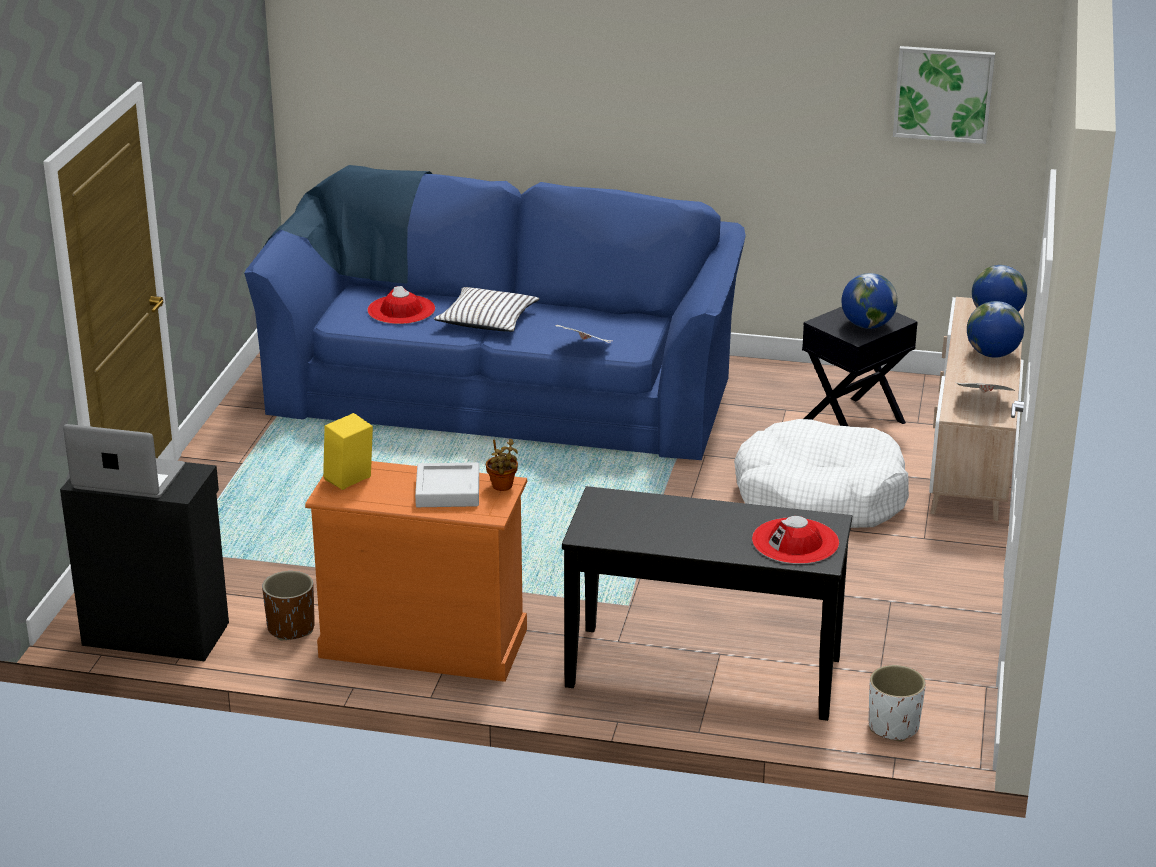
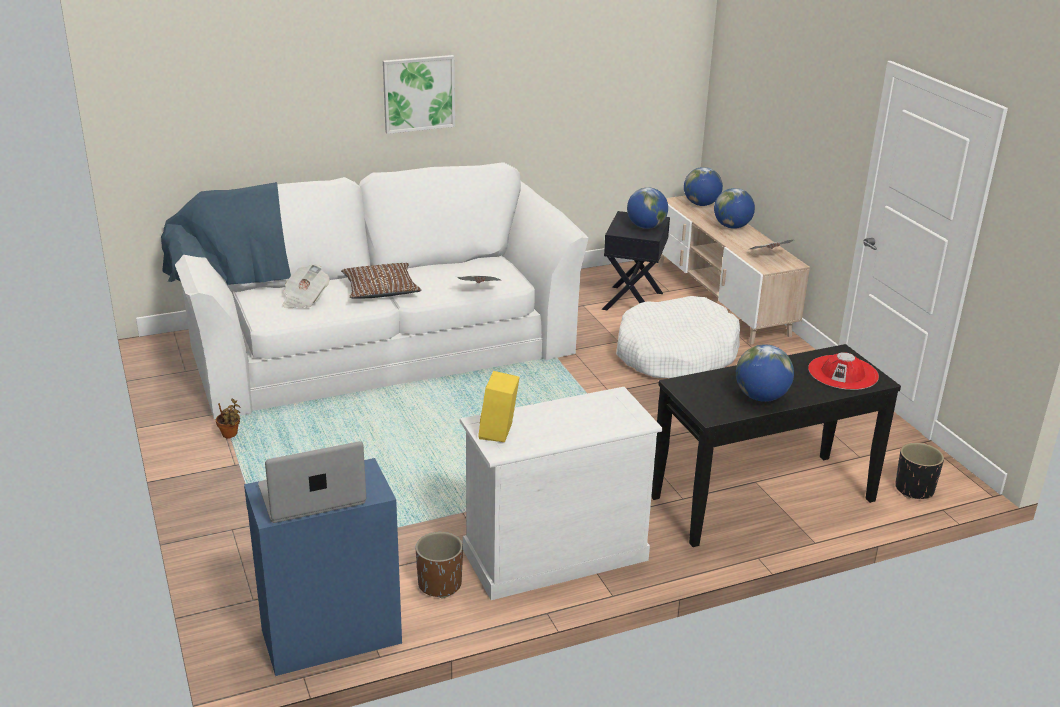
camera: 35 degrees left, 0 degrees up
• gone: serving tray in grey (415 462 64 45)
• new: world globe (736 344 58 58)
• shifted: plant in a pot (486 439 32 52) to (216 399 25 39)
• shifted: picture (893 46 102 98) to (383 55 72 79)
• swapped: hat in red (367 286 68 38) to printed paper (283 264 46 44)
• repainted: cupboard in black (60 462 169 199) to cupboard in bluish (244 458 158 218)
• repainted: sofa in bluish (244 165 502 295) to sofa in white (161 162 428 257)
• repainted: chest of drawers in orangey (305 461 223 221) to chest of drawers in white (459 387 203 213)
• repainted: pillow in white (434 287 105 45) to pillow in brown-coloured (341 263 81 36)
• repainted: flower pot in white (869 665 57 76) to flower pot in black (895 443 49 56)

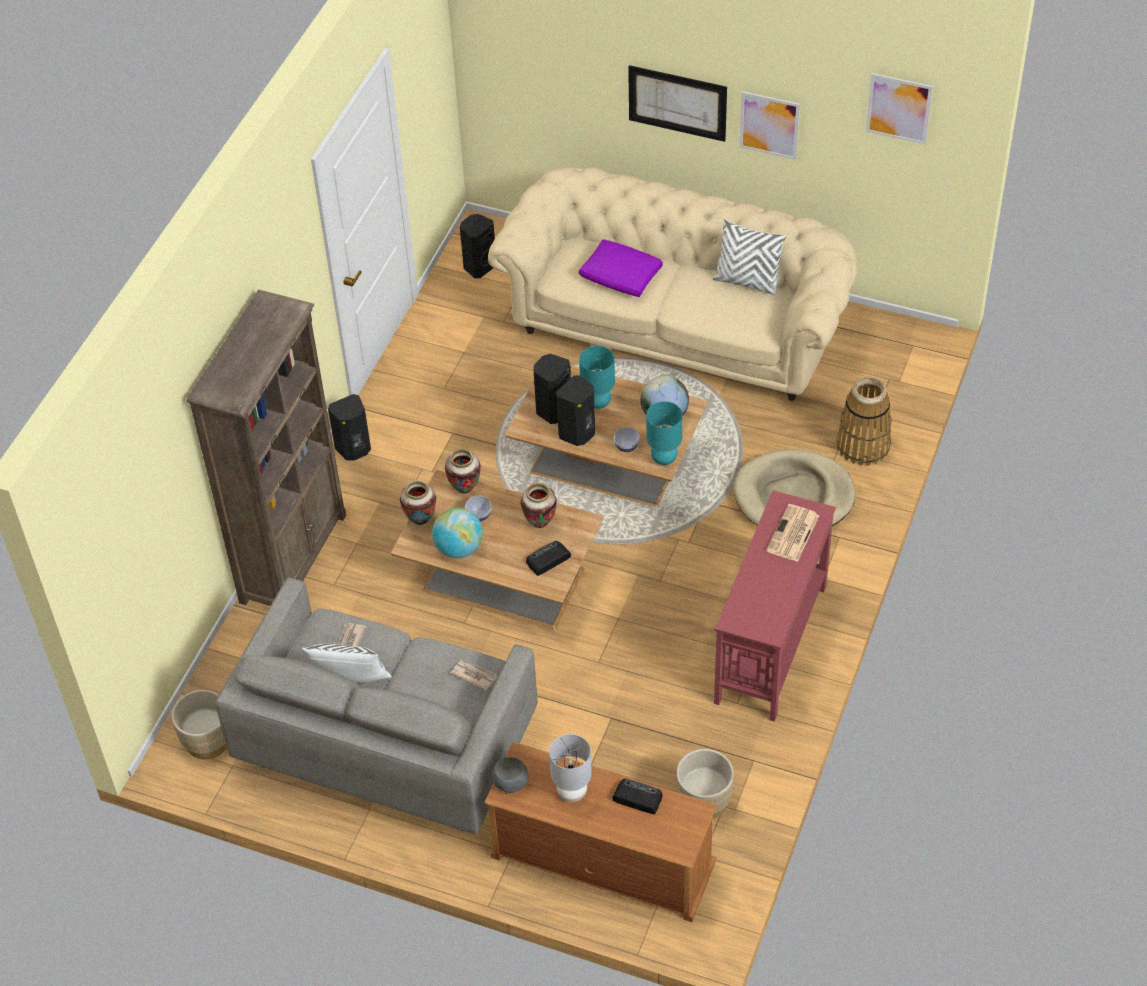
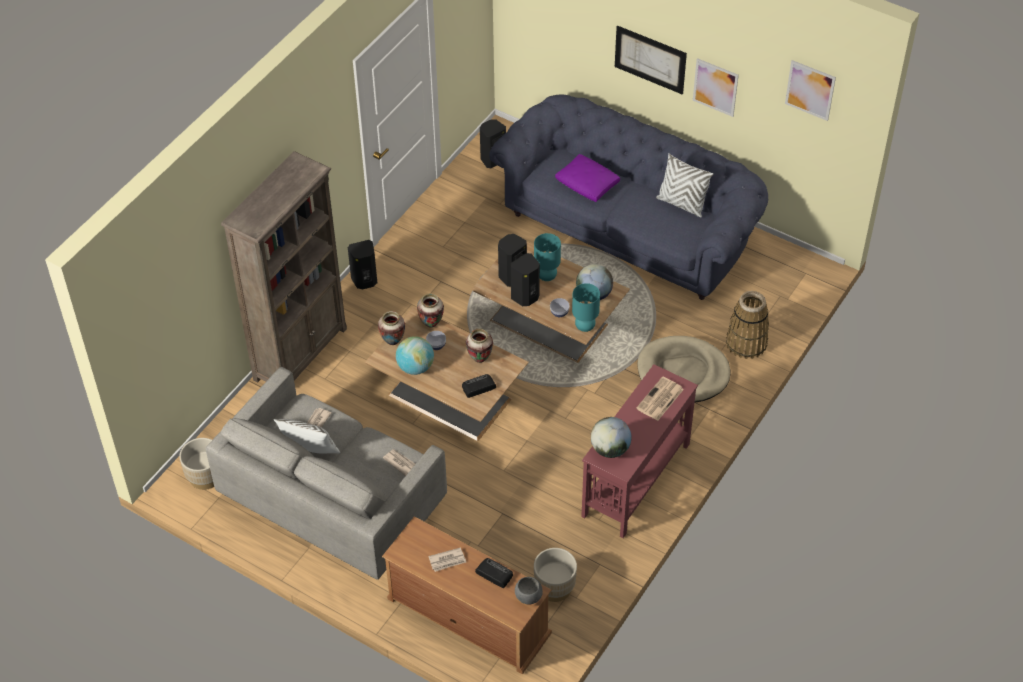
camera: 10 degrees right, 0 degrees up
• new: world globe (590 417 42 41)
• shifted: serving bowl in grey (492 757 36 36) to (515 577 28 27)
• swapped: tabletop lamp in grey (549 734 43 68) to printed paper (428 548 38 24)
• repainted: sofa in beige-coloured (488 167 369 234) to sofa in bluish (489 95 279 205)

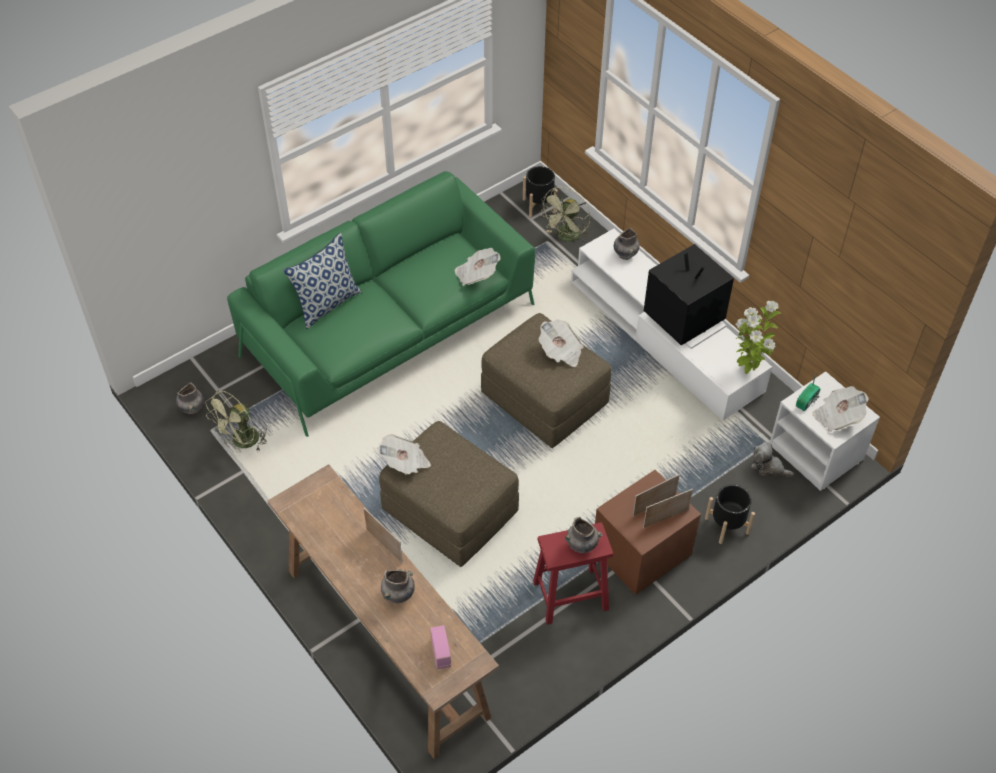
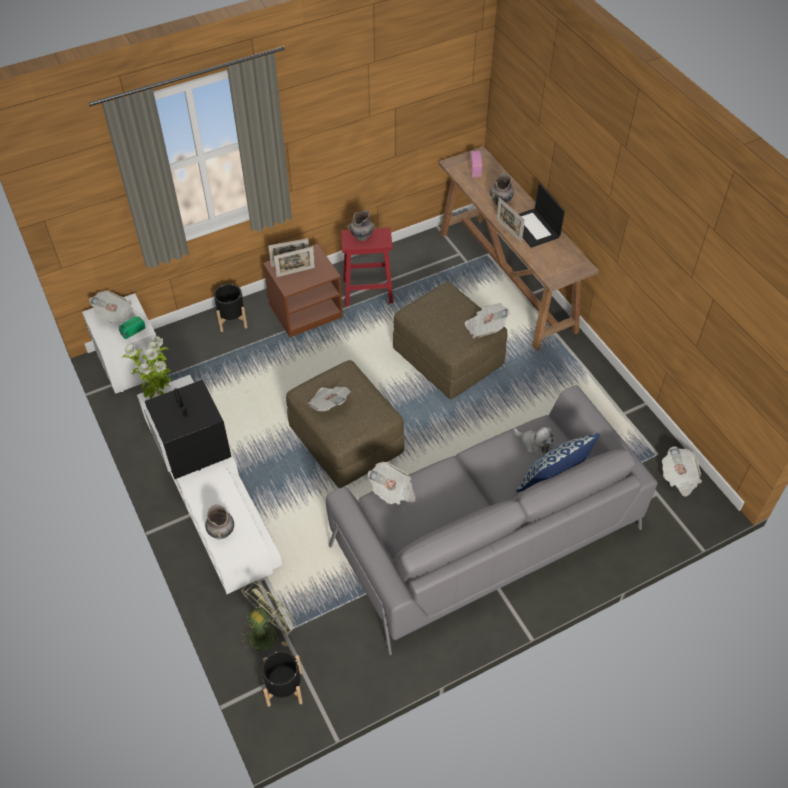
camera: 170 degrees left, 0 degrees up
• gone: fan in green-coloured (206 391 61 61)
• new: notebook computer (519 184 46 64)
• shifted: plush toy (751 442 43 35) to (513 427 41 28)
• swapped: flower vase in grey (176 382 28 32) to printed paper (662 446 40 51)
• repainted: sofa in green-coloured (227 171 308 266) to sofa in grey (326 385 332 270)

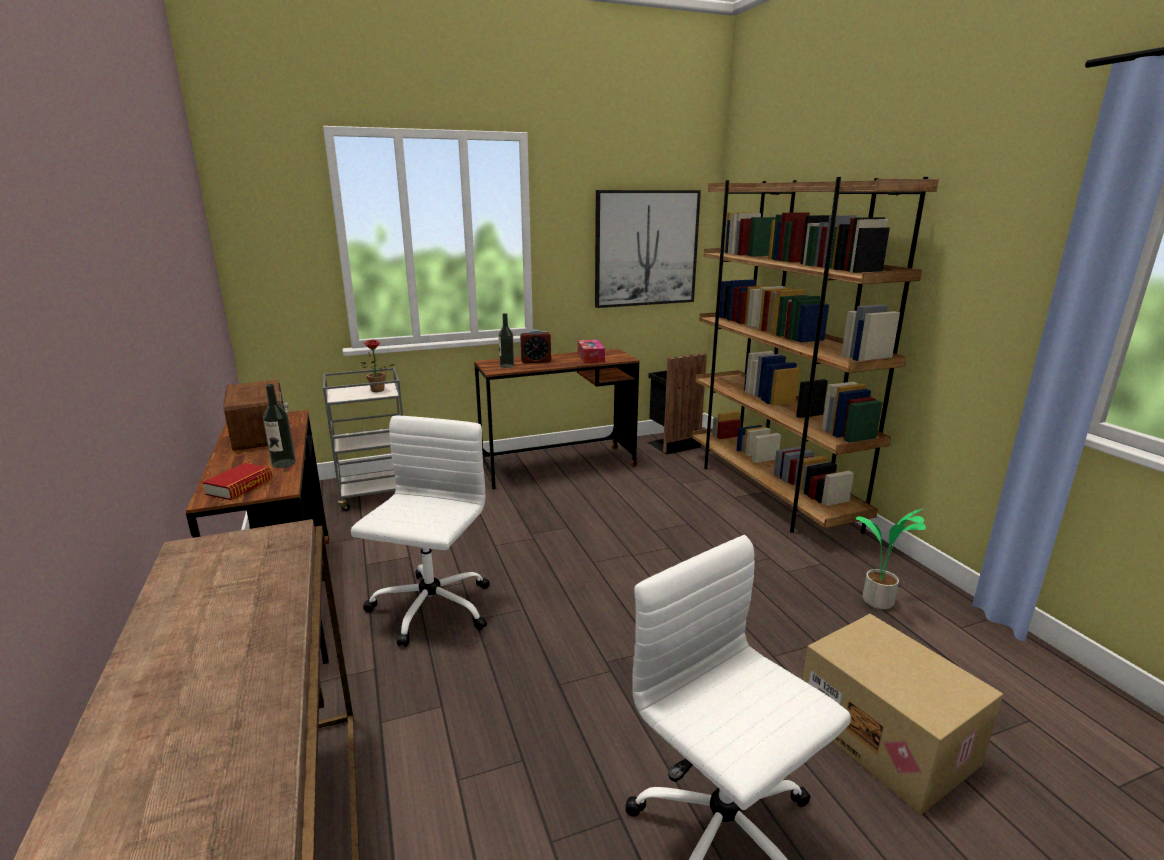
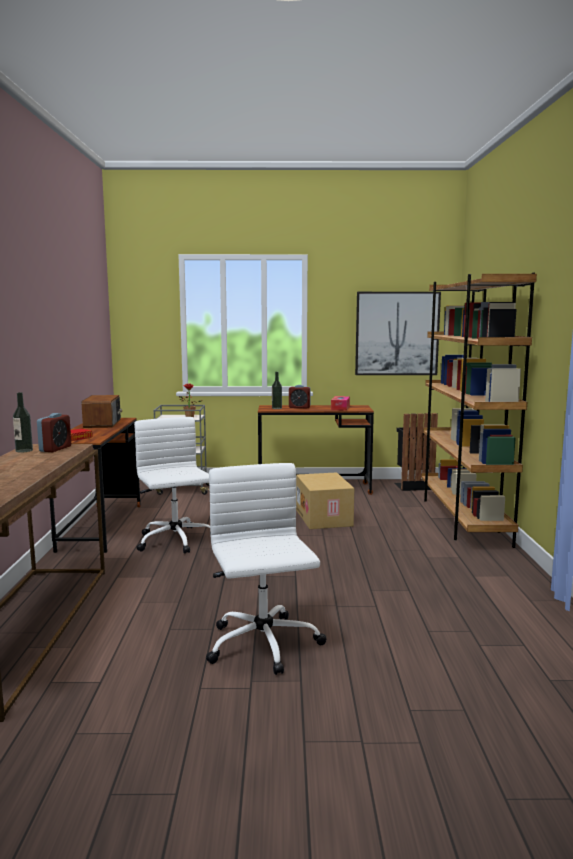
camera: 20 degrees right, 10 degrees down
• gone: plant in a pot (856 509 70 100)
• new: bedside clock (37 413 34 39)
• shifted: bottle (263 384 33 84) to (13 392 20 61)
• shifted: packing box (803 614 200 201) to (296 472 58 57)
• rotated: office chair in white (351 416 139 231) = (134 417 76 137) 60 degrees counterclockwise

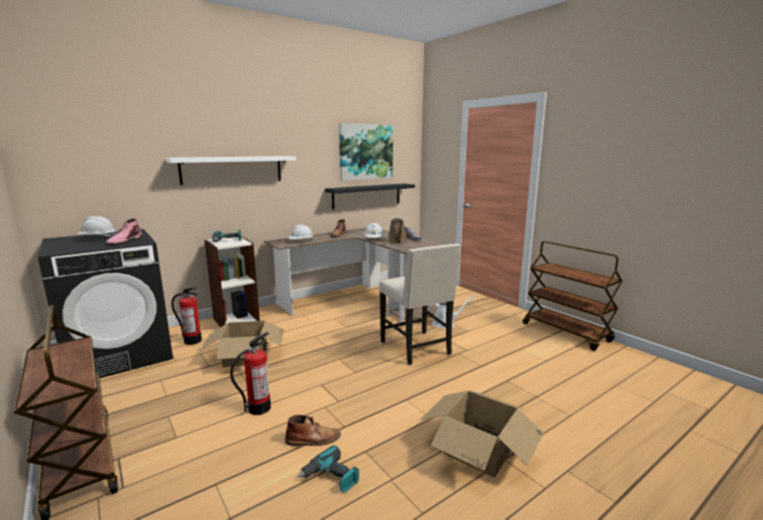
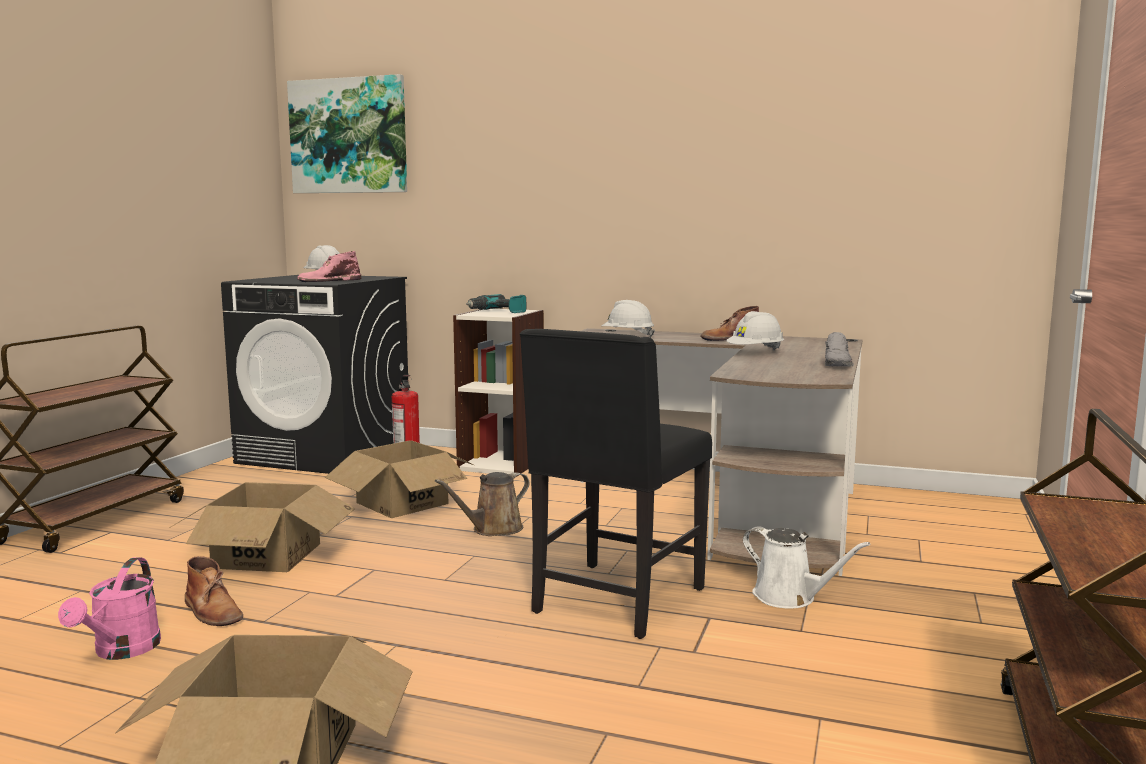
camera: 55 degrees right, 5 degrees down
• gone: wall shelf in white (166 156 130 29)
• gone: wall shelf in black (325 183 90 27)
• shifted: picture (339 123 54 58) to (287 74 120 119)
• shifted: watering pot in brown-coloured (387 218 20 26) to (435 472 94 64)
• swapped: extinguisher (230 332 41 83) to packing box (169 482 186 90)
• swapped: power drill (298 445 61 48) to watering pot in pink (58 557 103 103)
• repainted: plain chair in beige-coloured (379 243 82 122) to plain chair in black (520 329 192 310)

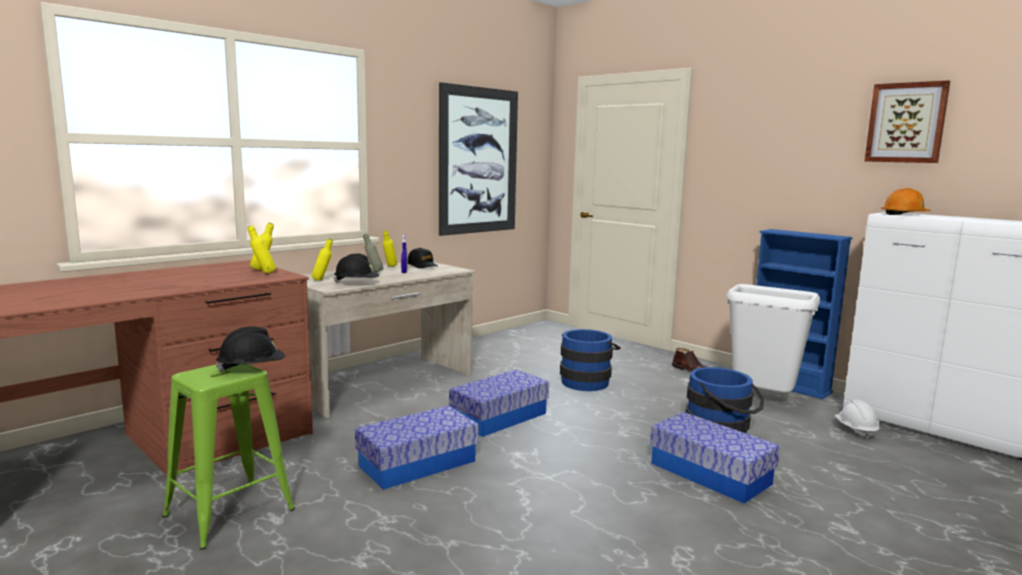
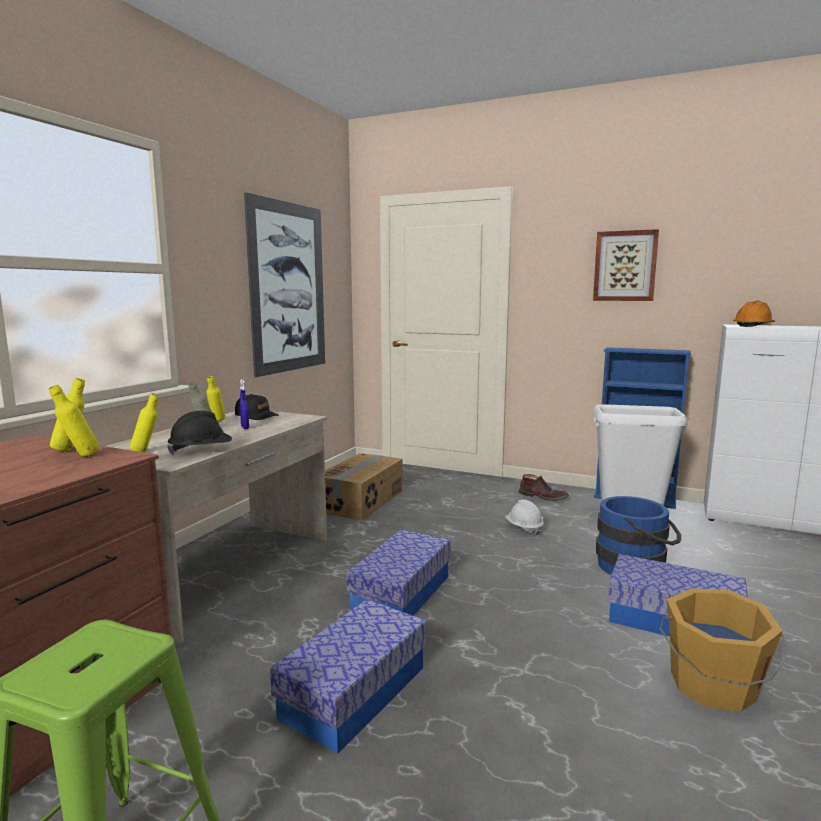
camera: 20 degrees left, 0 degrees up
• gone: hard hat in black (216 326 69 47)
• gone: bucket in bluish (560 329 61 62)
• new: packing box (325 453 77 68)
• new: bucket in orangey (660 589 125 123)
• shifted: hard hat in white (835 400 45 40) to (505 500 39 35)
• shifted: picture (865 80 85 83) to (593 229 66 72)

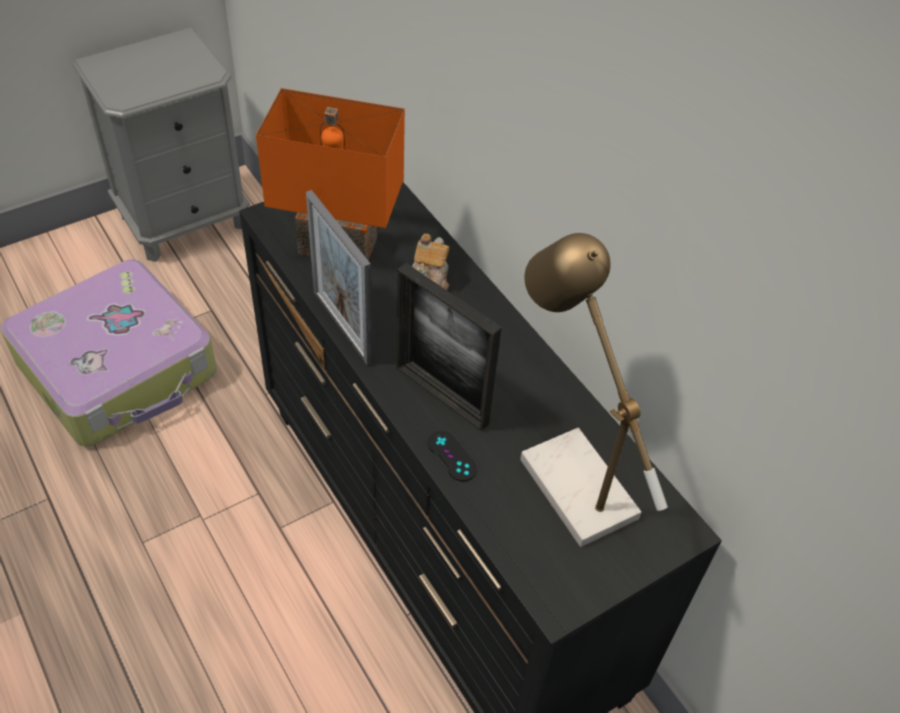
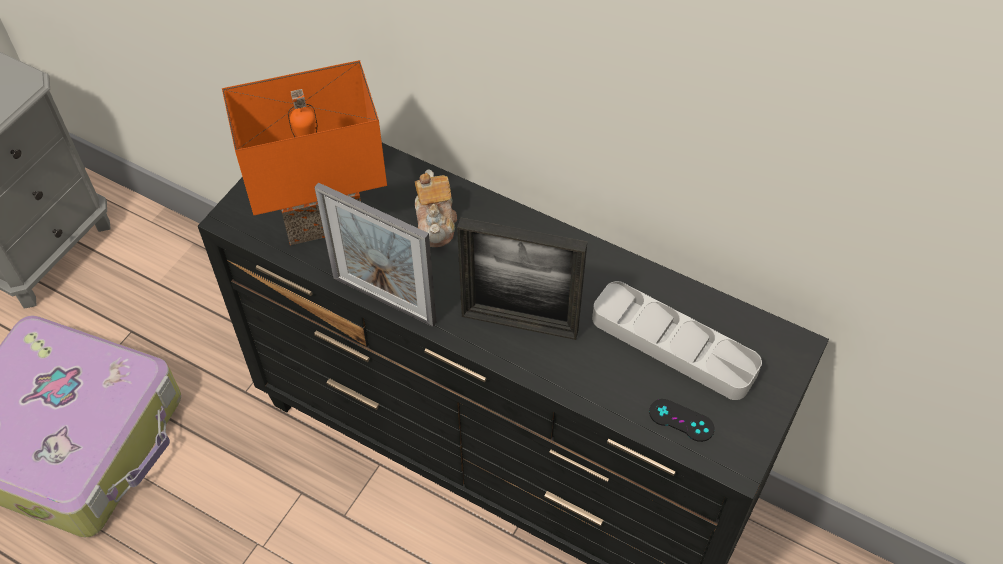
camera: 25 degrees left, 5 degrees up
• shifted: game controller in black (428 431 49 50) to (649 399 65 43)
• swapped: tabletop lamp (520 233 148 314) to serving tray in grey (592 281 170 119)

